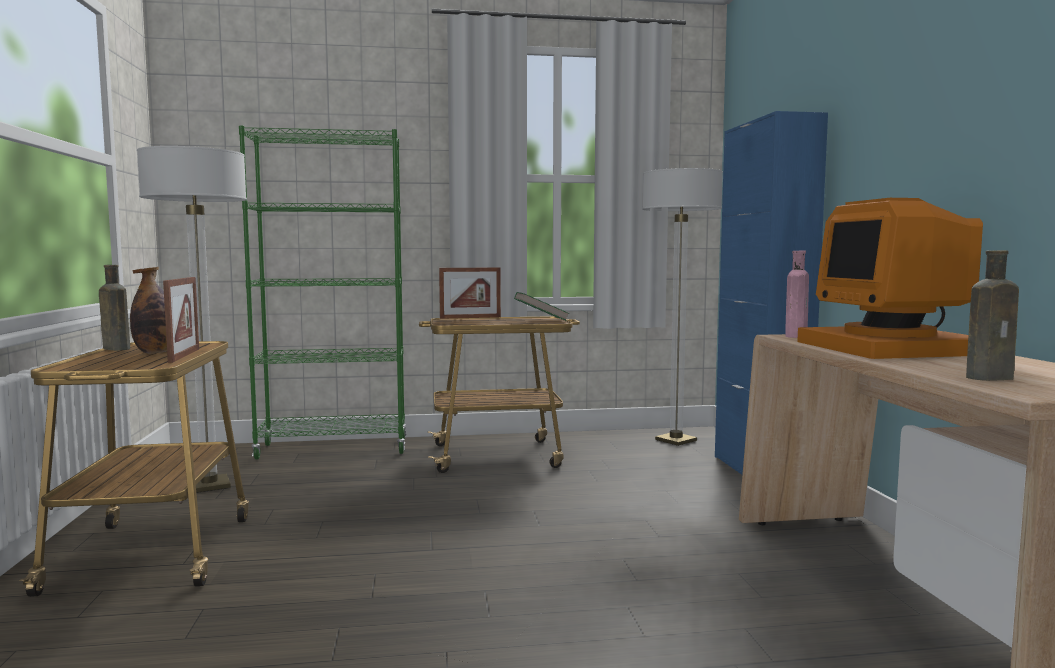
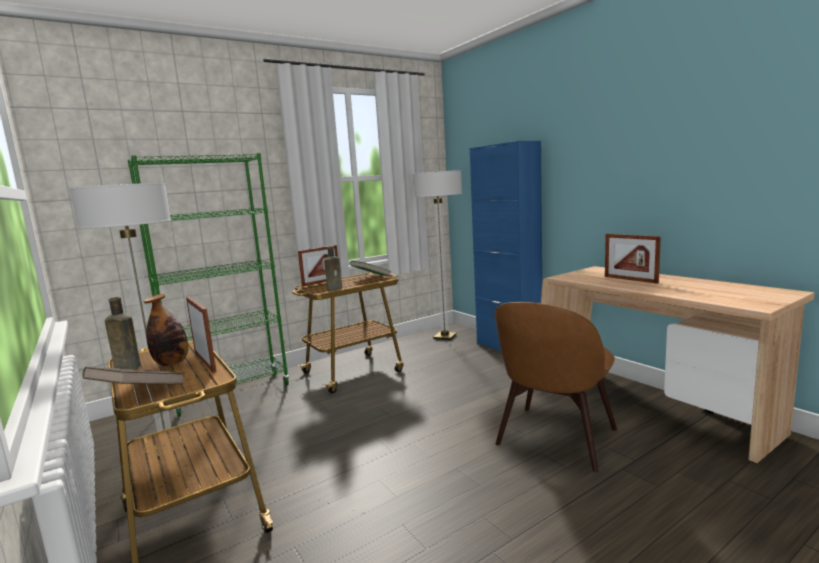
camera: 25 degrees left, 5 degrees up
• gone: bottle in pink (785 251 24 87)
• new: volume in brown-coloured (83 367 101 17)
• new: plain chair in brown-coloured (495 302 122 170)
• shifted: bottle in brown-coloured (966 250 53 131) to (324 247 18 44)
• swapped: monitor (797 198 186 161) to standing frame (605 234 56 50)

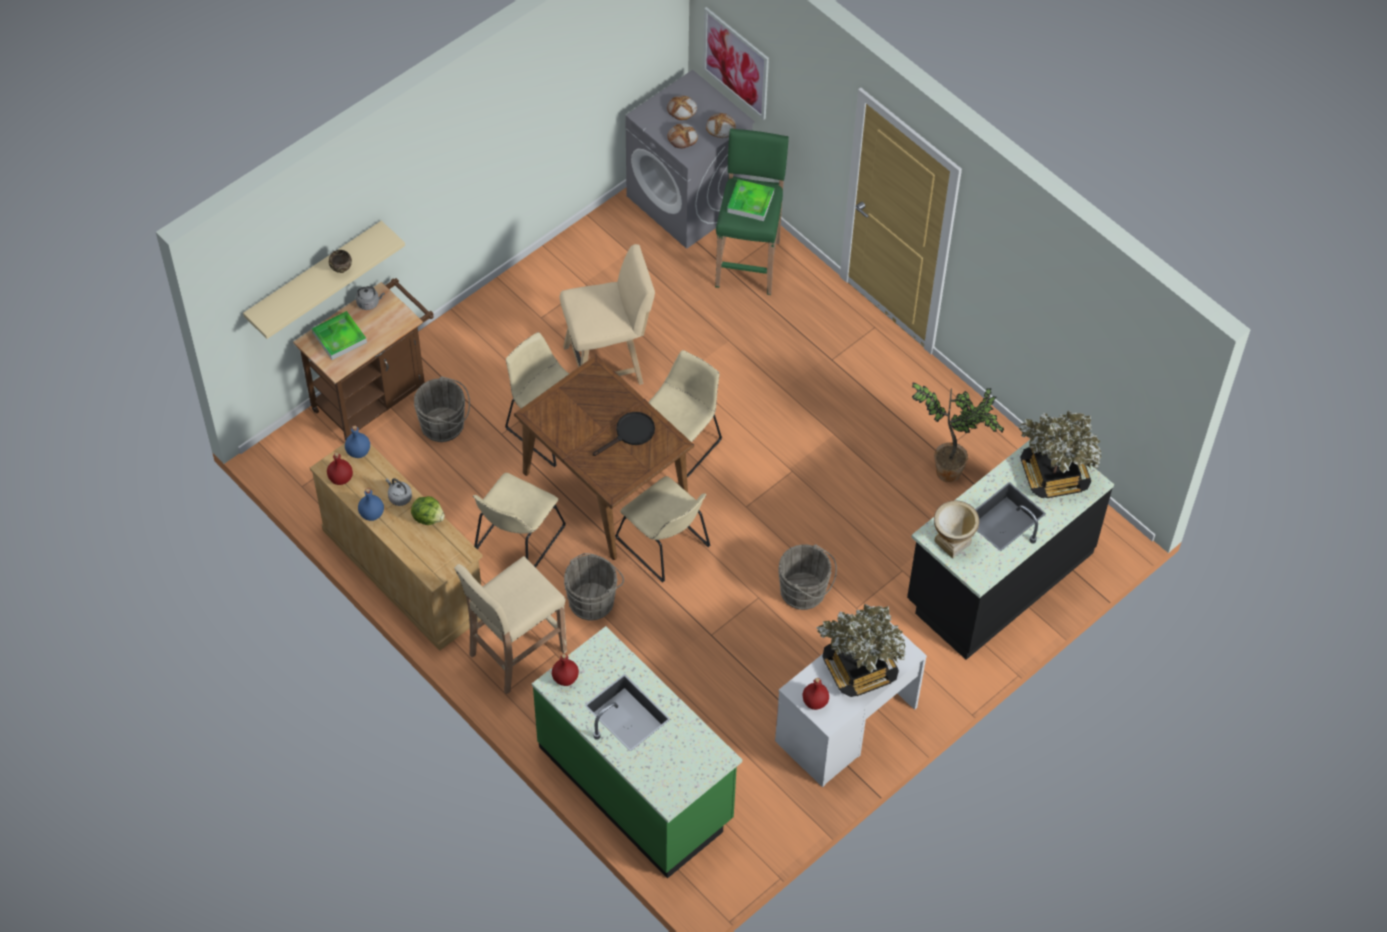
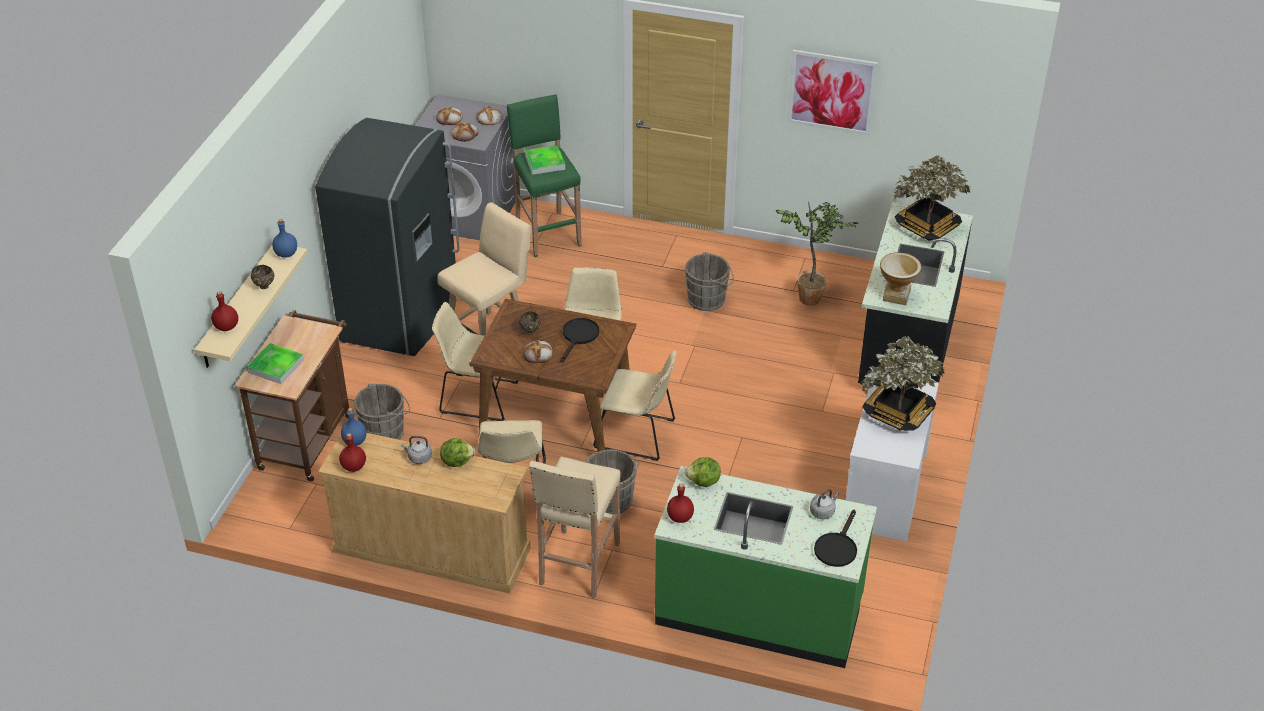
camera: 30 degrees left, 15 degrees down
• new: refrigerator in grey (315 118 145 238)
• new: serving bowl in brown-coloured (519 312 22 23)
• new: bread (523 340 29 23)
• new: lettuce (685 457 36 30)
• new: skillet in black (814 510 43 57)
• shifted: tea kettle in grey (356 286 29 24) to (810 489 29 30)
• shifted: bottle in bluish (358 488 26 33) to (272 219 25 38)
• shifted: picture (703 7 66 113) to (788 50 90 85)
• shifted: bucket in grey (778 544 59 66) to (685 252 49 59)
• shifted: bottle in red (803 678 26 32) to (211 291 27 40)

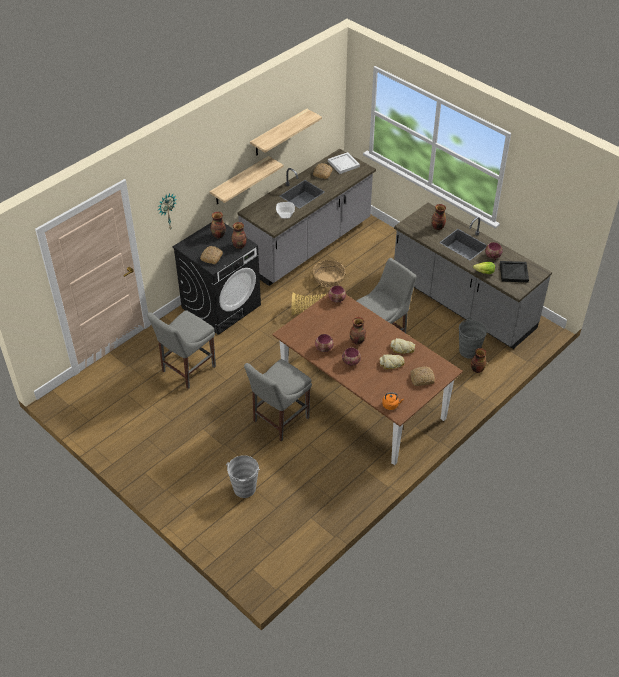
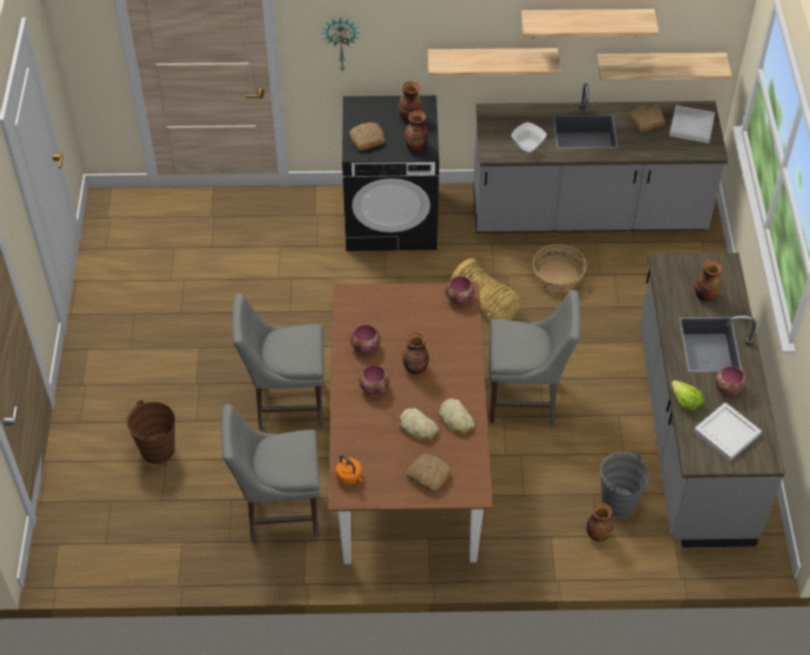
camera: 45 degrees right, 5 degrees up
• new: wall shelf (597 53 135 28)
• shifted: plain chair in grey (147 310 69 79) to (221 404 99 137)
• repainted: bucket in grey (226 455 34 43) to bucket in brown-coloured (126 400 49 64)
• repainted: serving tray in black (500 261 29 21) to serving tray in white (693 402 69 59)

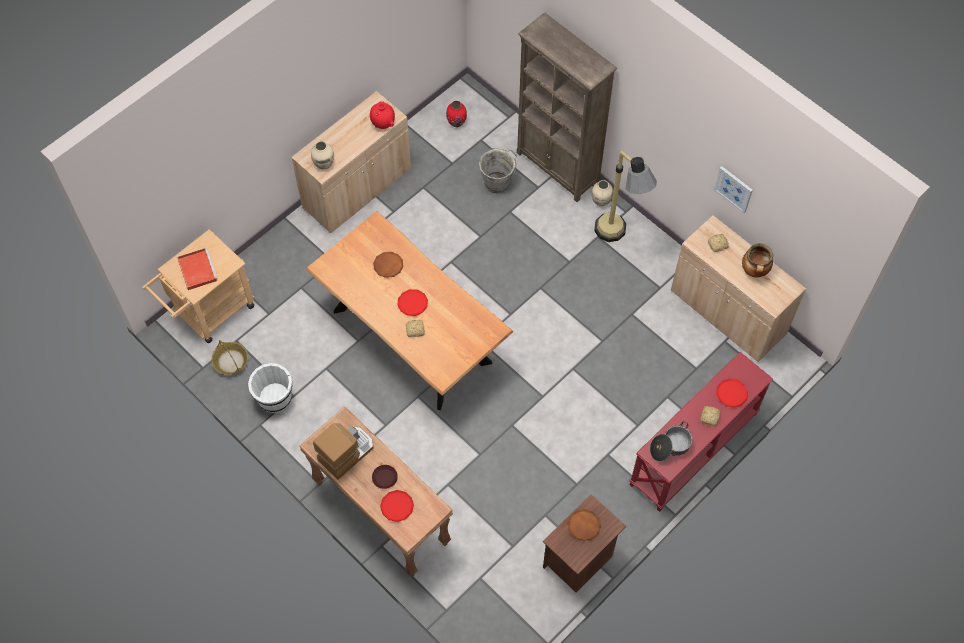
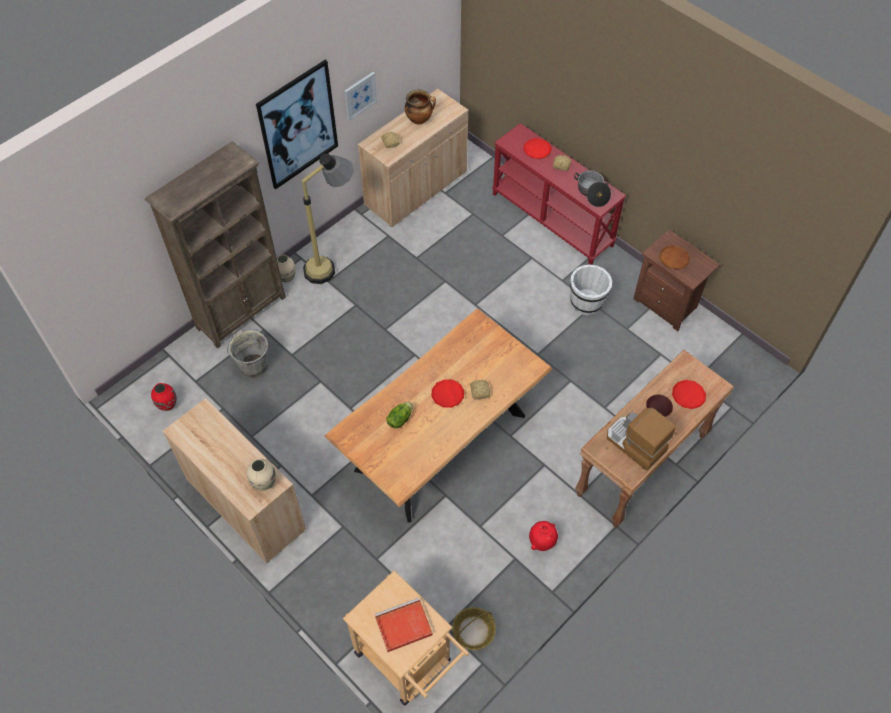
camera: 90 degrees left, 5 degrees down
• new: picture (256 60 82 130)
• shifted: bucket in white (248 363 44 50) to (570 264 42 51)
• shifted: flower vase in red (370 101 25 28) to (529 521 29 30)
• swapped: flat dish in brown-coloured (373 252 30 26) to lettuce (386 402 27 27)

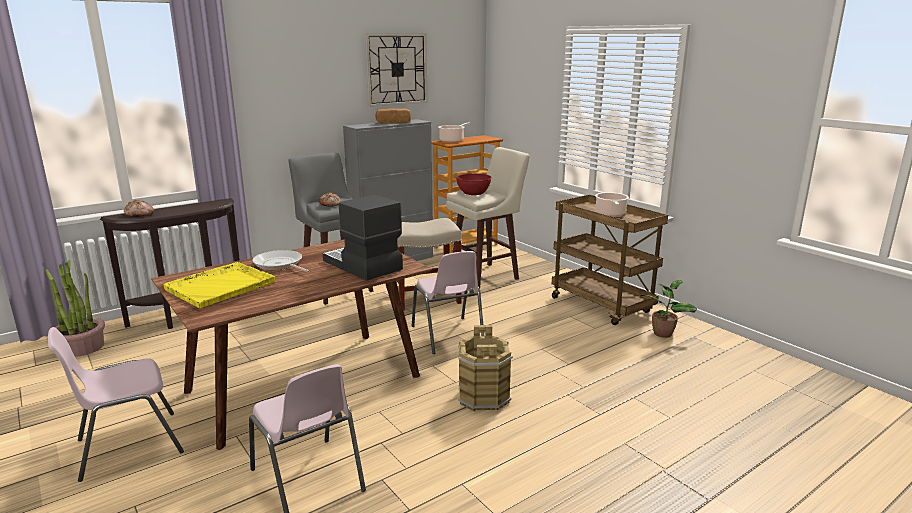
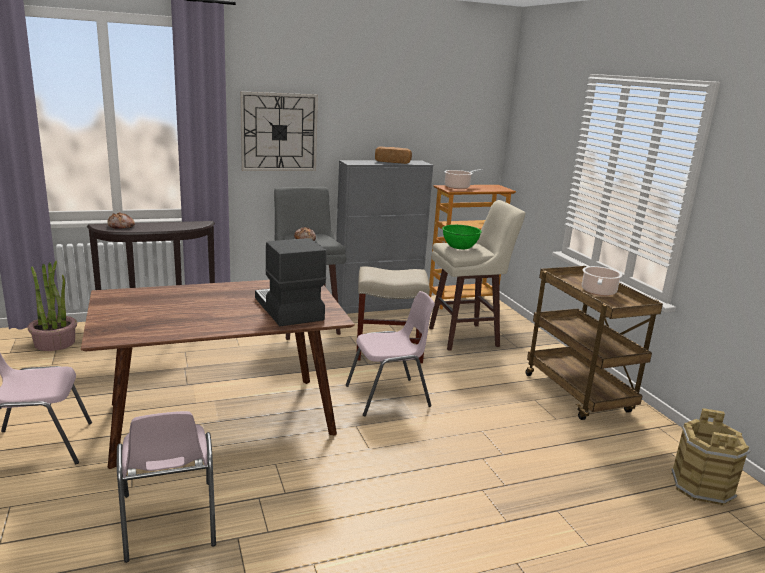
camera: 15 degrees right, 0 degrees up
• gone: serving tray in yellowish (164 262 111 46)
• gone: skillet (252 250 58 22)
• gone: plant in a pot (641 280 56 58)
• shifted: hanging clock (365 33 62 74) to (240 91 78 80)
• shifted: bucket in brown-coloured (458 325 55 86) to (672 408 78 98)
• repainted: serving bowl in red (456 173 36 22) to serving bowl in green-coloured (442 225 40 24)
• rotated: plain chair in pink (412 251 72 103) = (346 291 89 126) 105 degrees counterclockwise

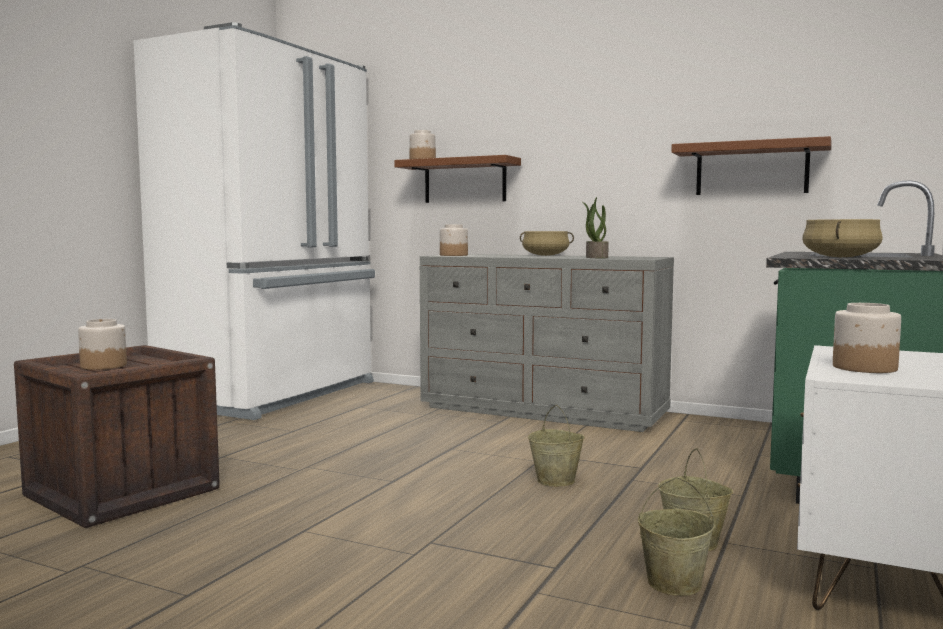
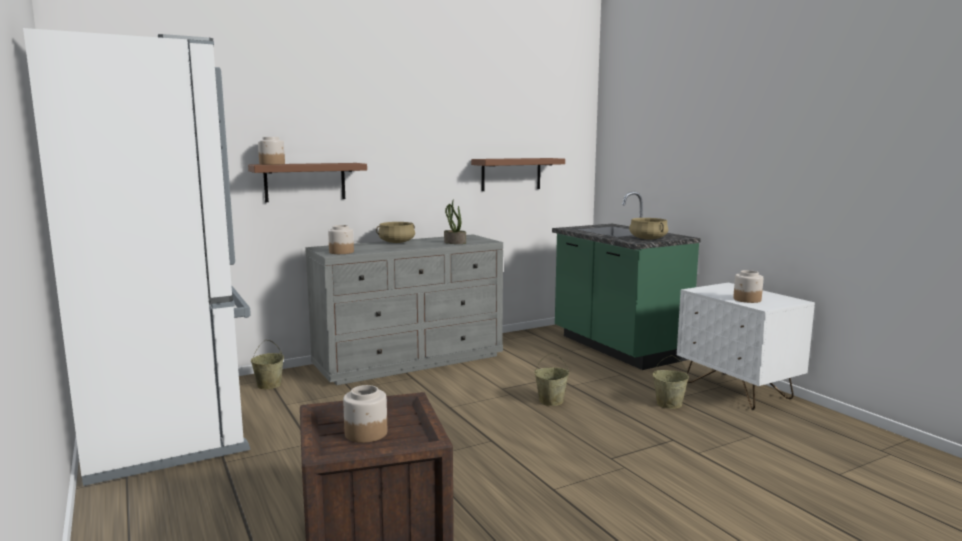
camera: 55 degrees left, 5 degrees up
• shifted: bucket in beige-coloured (638 477 77 119) to (251 340 33 49)

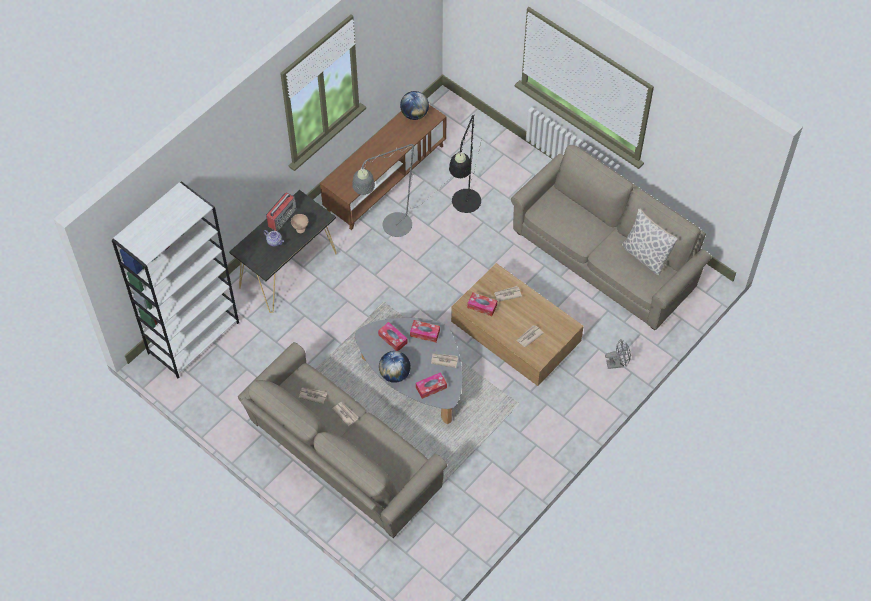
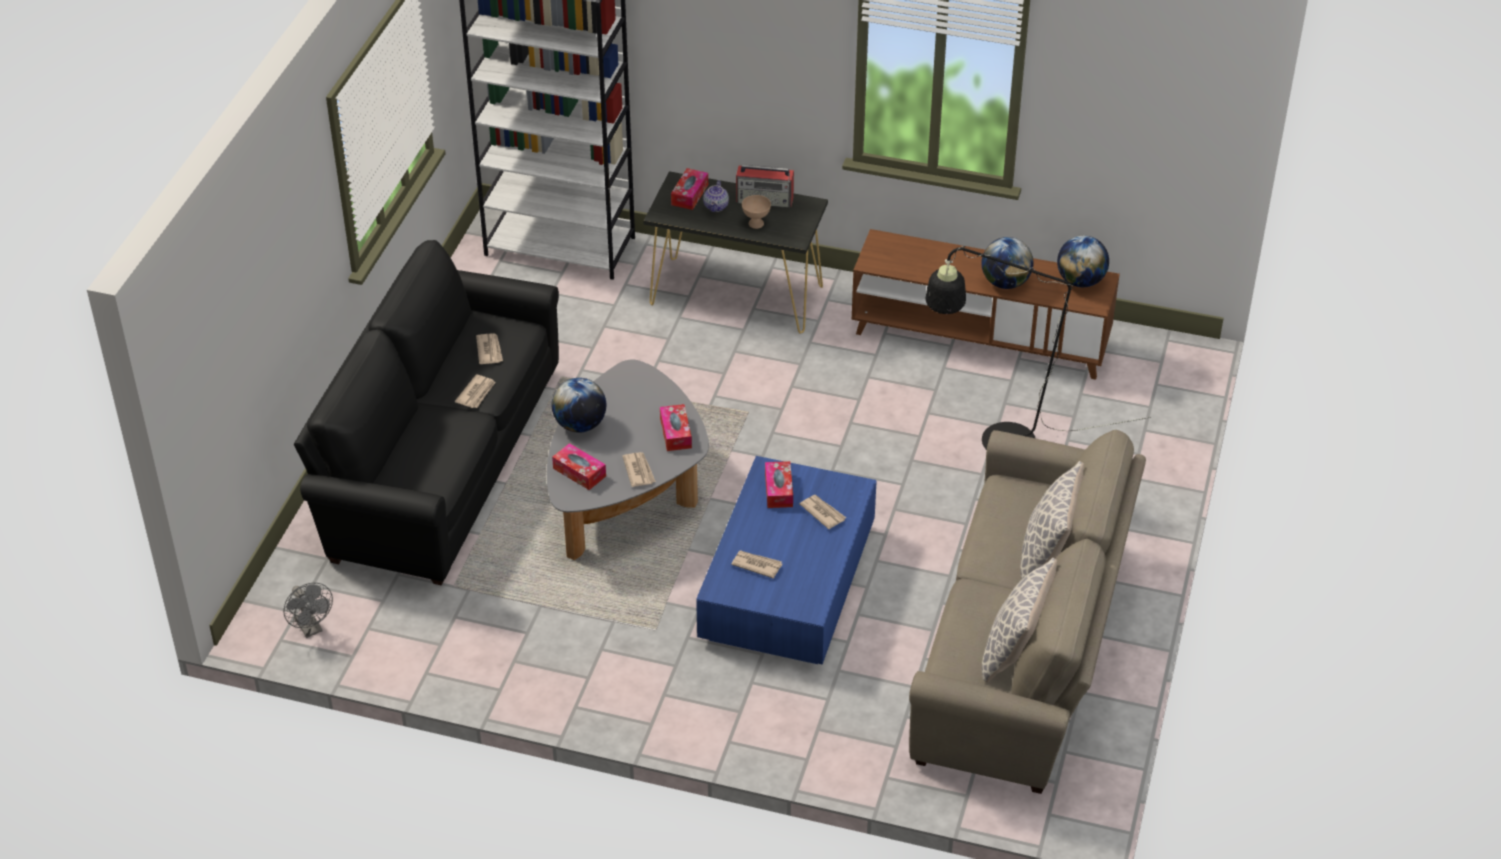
camera: 65 degrees right, 15 degrees down
• gone: standard lamp in grey (352 144 101 93)
• new: world globe (982 237 51 52)
• new: pillow (1020 461 64 118)
• shifted: box of tissues (378 322 30 29) to (671 168 37 42)
• shifted: fan in grey (605 339 26 30) to (283 583 50 55)
• repainted: sofa in beige-coloured (238 342 209 196) to sofa in black (294 240 265 345)
• repainted: low table in brown-coloured (451 263 133 123) to low table in bluish (696 456 181 209)

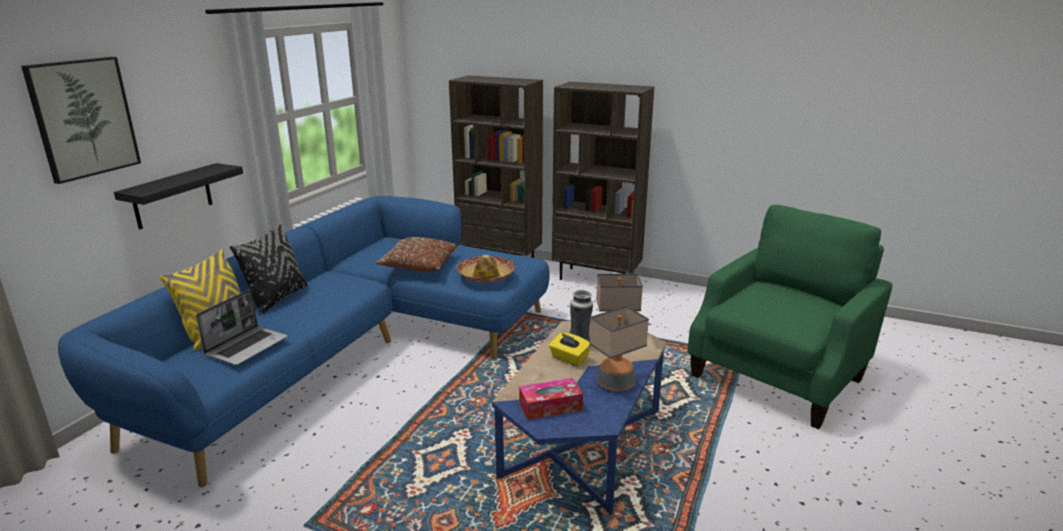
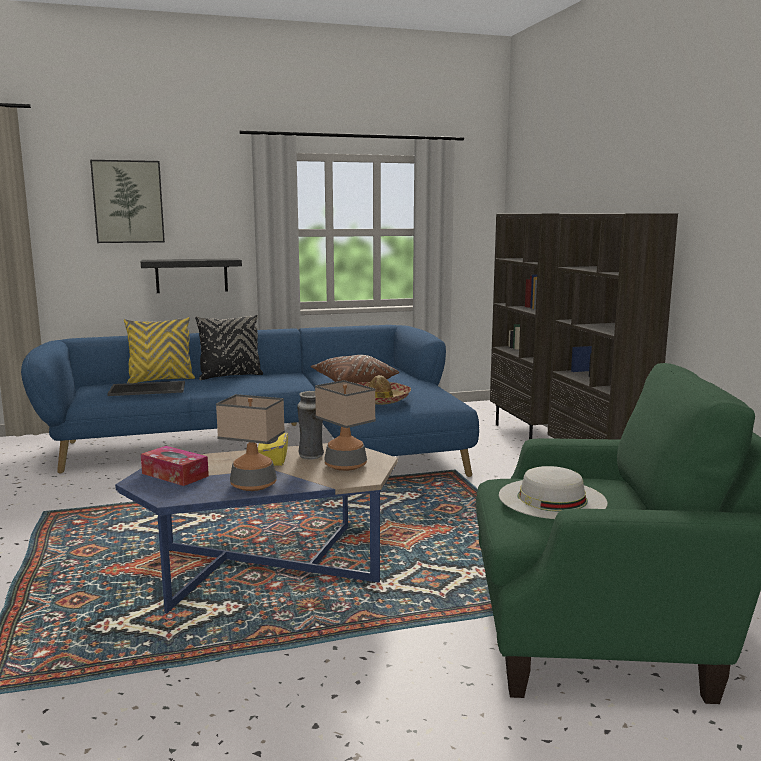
camera: 50 degrees right, 10 degrees down
• new: hat in white (499 466 109 53)
• swapped: notebook computer (196 289 92 76) to serving tray (107 381 78 15)

